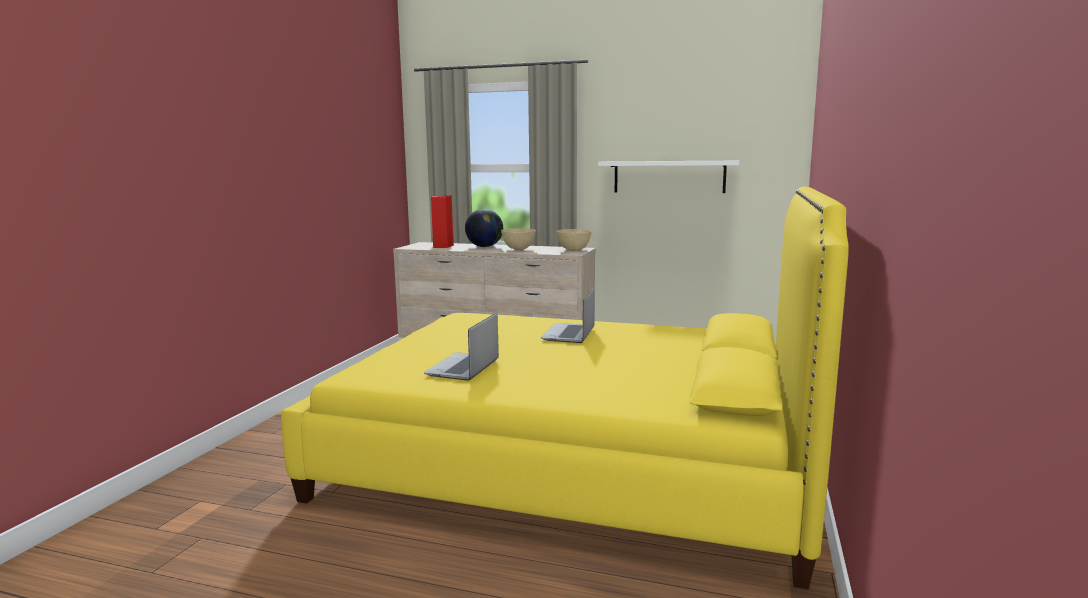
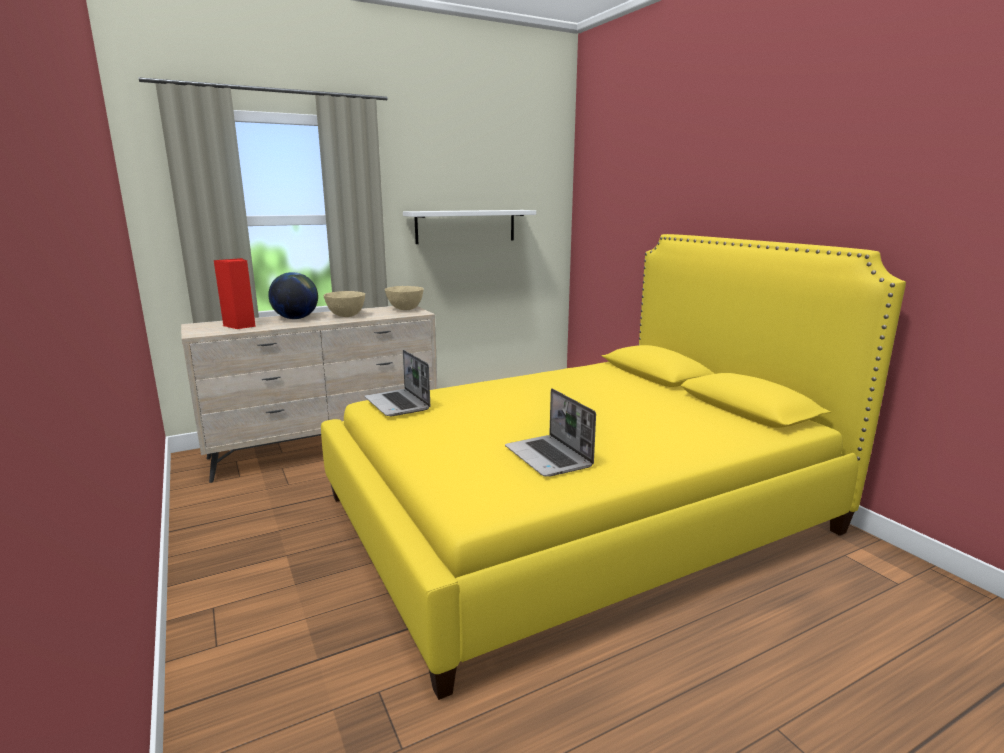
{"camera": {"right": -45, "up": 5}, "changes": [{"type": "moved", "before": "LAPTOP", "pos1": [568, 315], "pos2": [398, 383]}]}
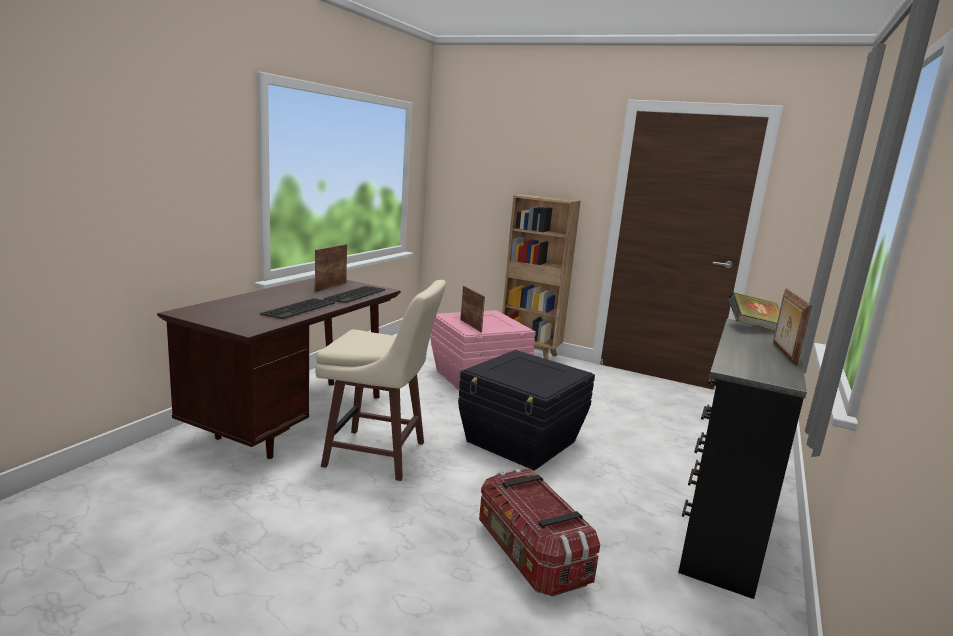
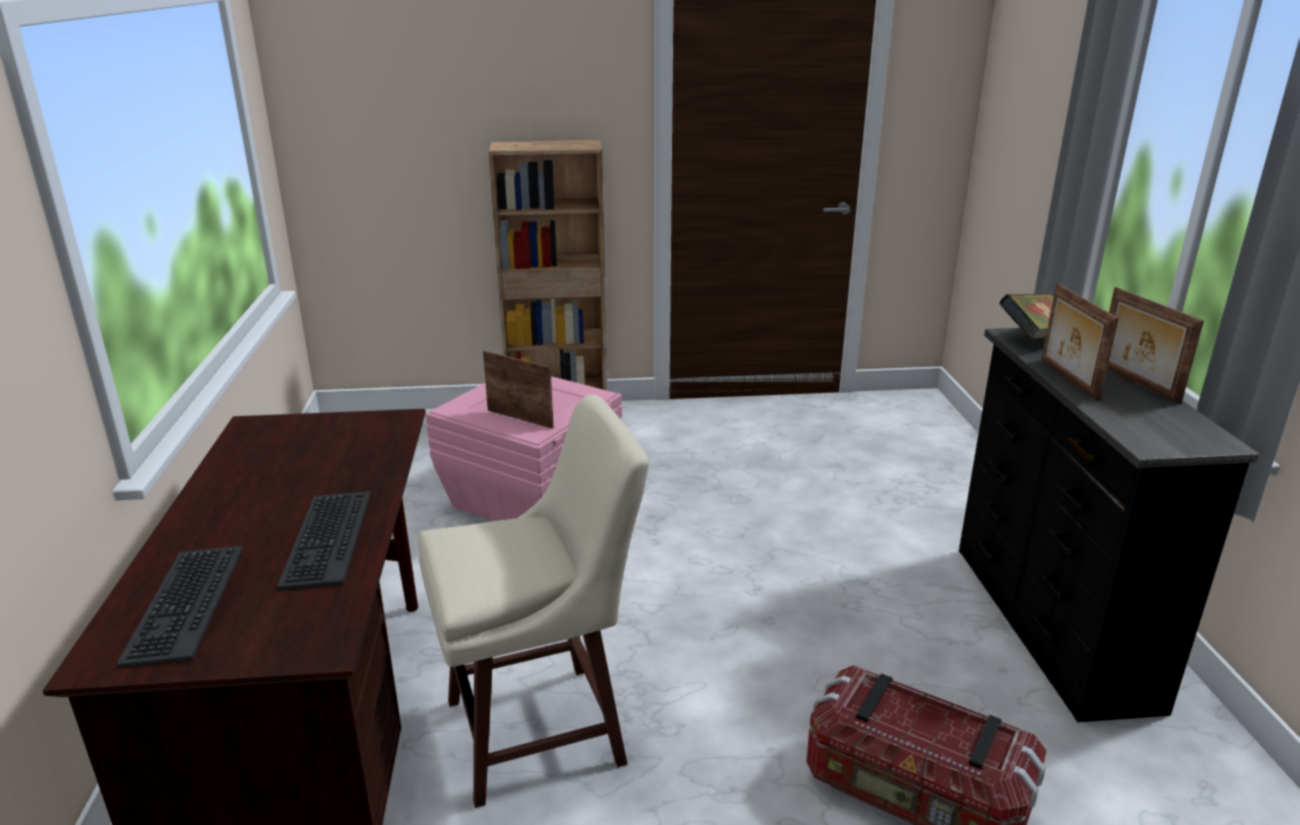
{"camera": {"right": -30, "up": 10}, "changes": [{"type": "moved", "before": "PC KEYBOARD", "pos1": [354, 294], "pos2": [180, 607]}, {"type": "moved", "before": "PICTURE FRAME", "pos1": [331, 268], "pos2": [1080, 342]}, {"type": "removed", "before": "BLACK-COLOURED STORAGE BIN", "pos1": [526, 410]}]}
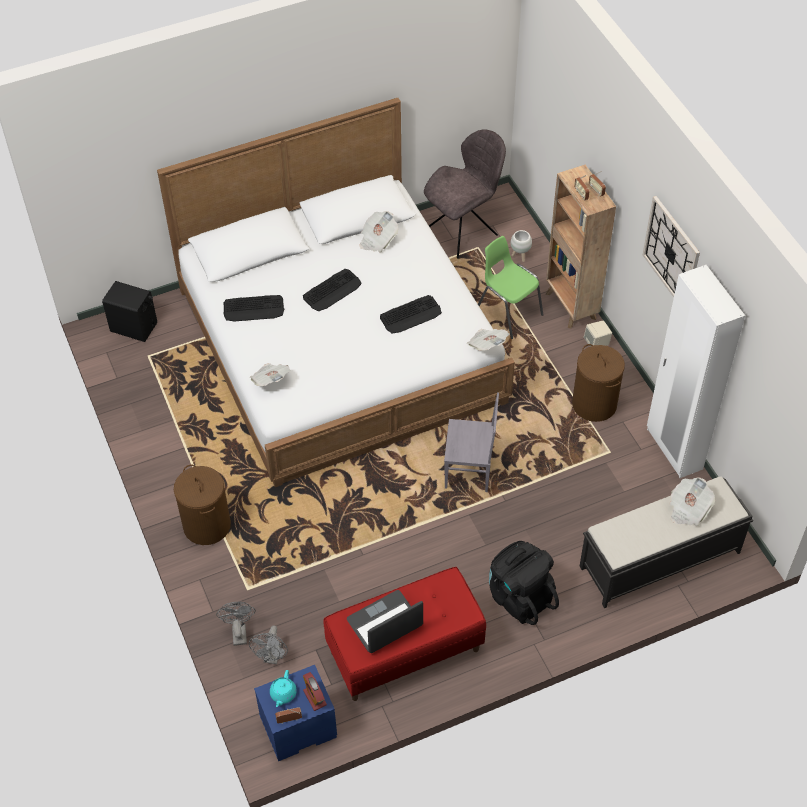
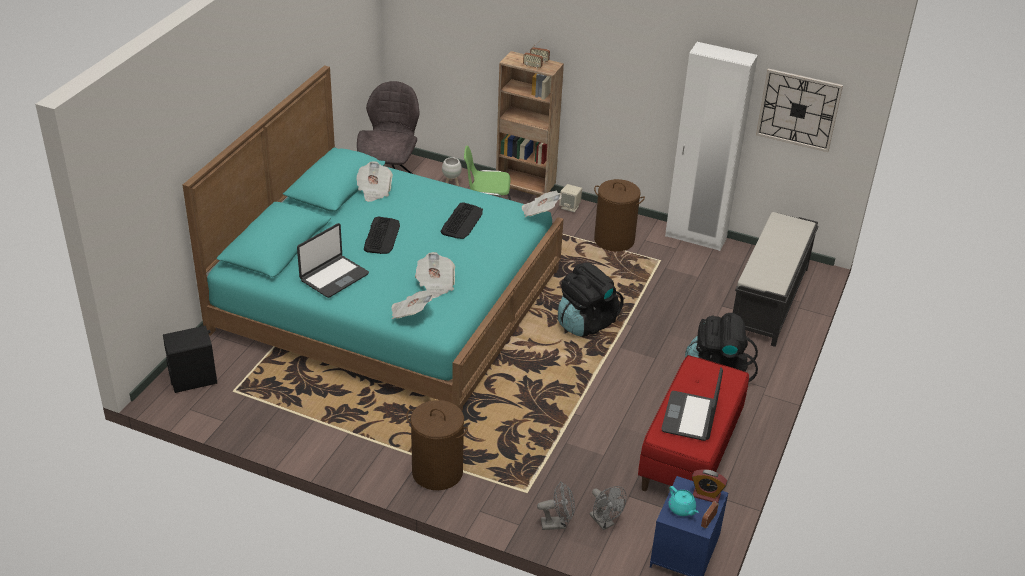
{"camera": {"right": -45, "up": -15}, "changes": [{"type": "recoloured", "before": "WHITE-COLOURED SLEEPING BED", "after": "BLUE-GREEN SLEEPING BED", "pos1": [336, 292], "pos2": [373, 238]}, {"type": "replaced", "before": "PC KEYBOARD", "after": "LAPTOP", "pos1": [254, 308], "pos2": [333, 260]}, {"type": "moved", "before": "NEWSPAPER", "pos1": [692, 501], "pos2": [435, 275]}, {"type": "turned", "before": "GREYISH ELECTRIC FAN", "pos1": [236, 624], "pos2": [556, 506], "turn": 135}, {"type": "replaced", "before": "GREYISH UPRIGHT CHAIR", "after": "BLACK-COLOURED RUCKSACK", "pos1": [471, 442], "pos2": [591, 300]}, {"type": "moved", "before": "WALL CLOCK", "pos1": [671, 246], "pos2": [799, 110]}]}
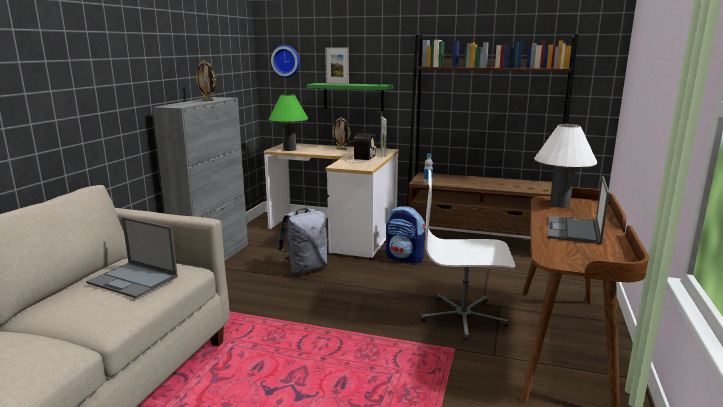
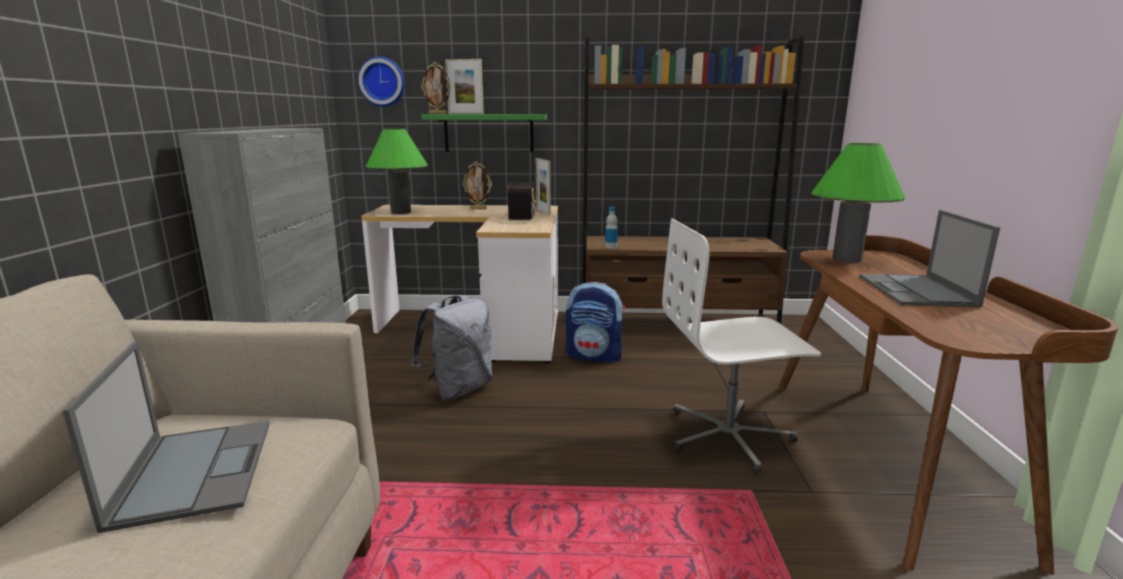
{"camera": {"right": -15, "up": 0}, "changes": [{"type": "turned", "before": "LAPTOP", "pos1": [132, 257], "pos2": [165, 437], "turn": -120}, {"type": "moved", "before": "PICTURE FRAME", "pos1": [205, 80], "pos2": [436, 88]}, {"type": "recoloured", "before": "WHITE-COLOURED TABLETOP LAMP", "after": "GREEN-COLOURED TABLETOP LAMP", "pos1": [565, 166], "pos2": [858, 203]}]}
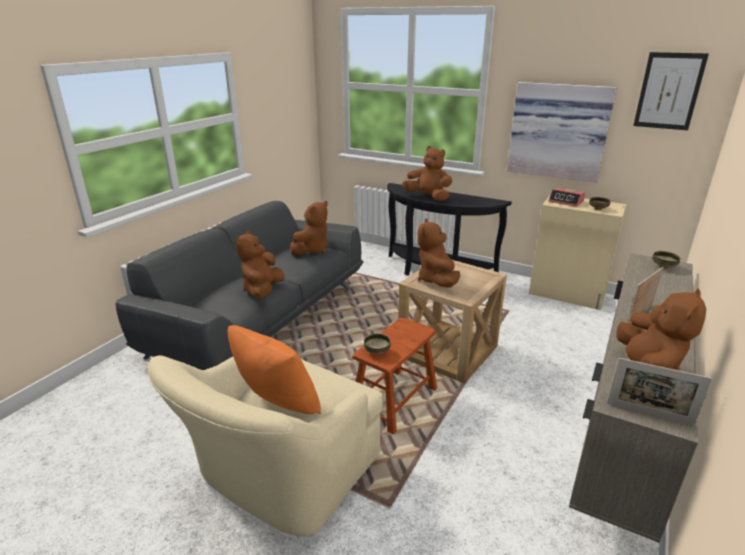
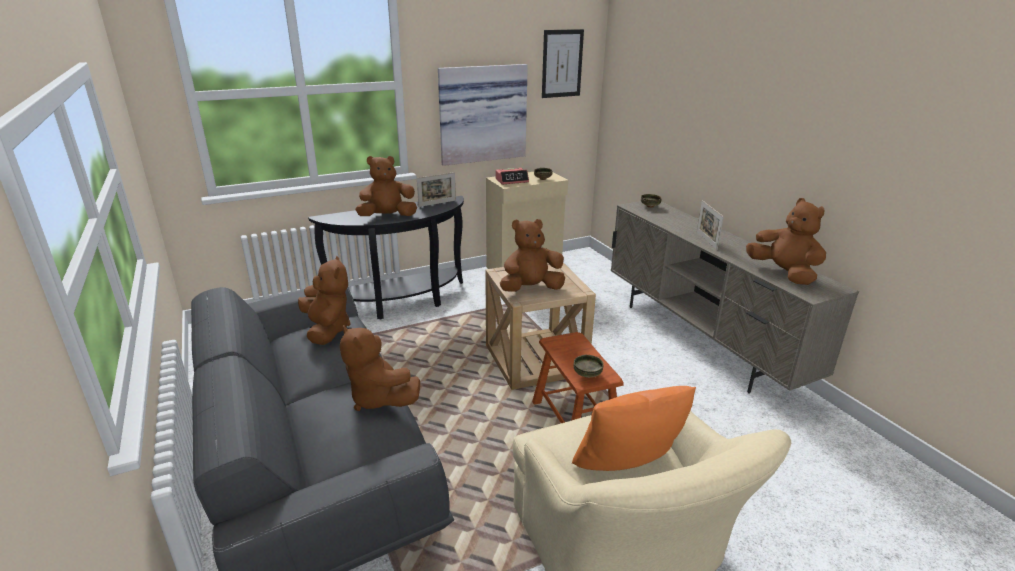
{"camera": {"right": -55, "up": 0}, "changes": [{"type": "moved", "before": "PICTURE FRAME", "pos1": [659, 392], "pos2": [436, 189]}, {"type": "turned", "before": "BROWNISH CUDDLY TOY", "pos1": [438, 253], "pos2": [532, 255], "turn": 120}]}
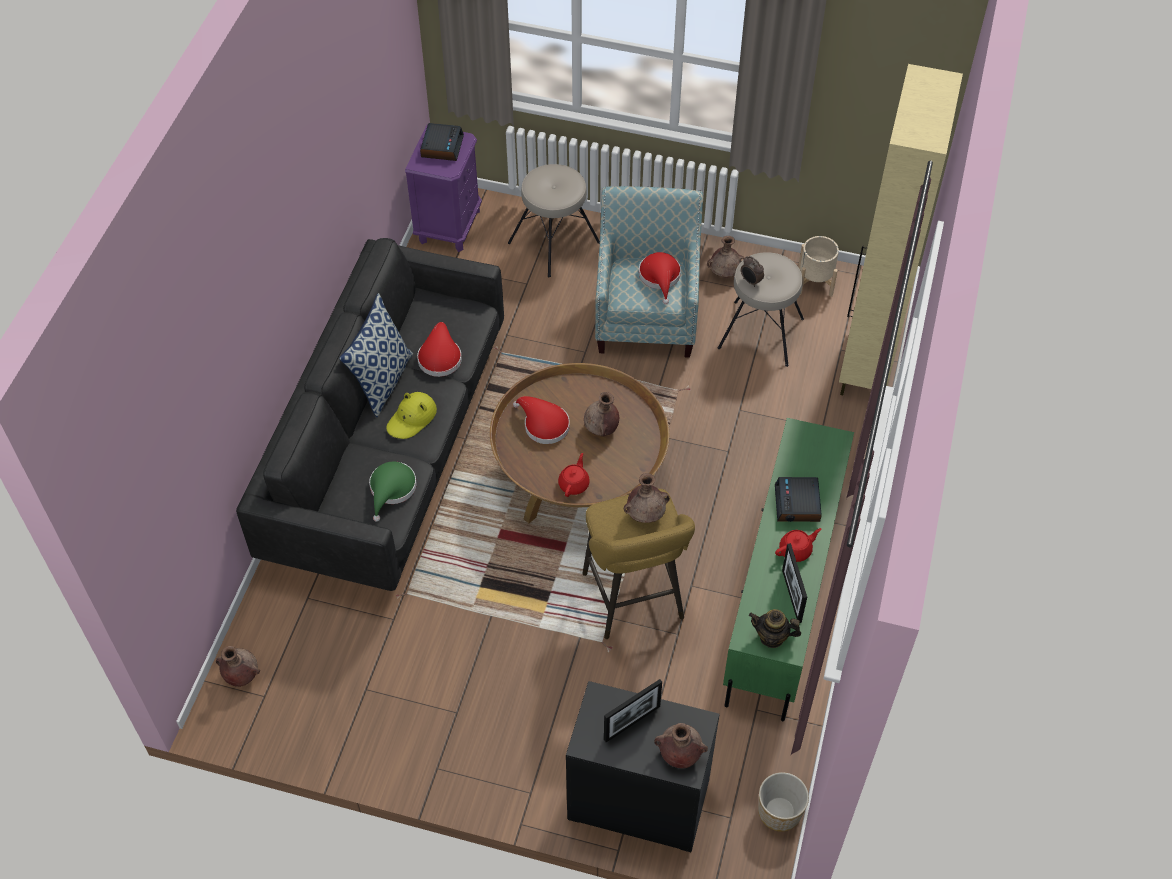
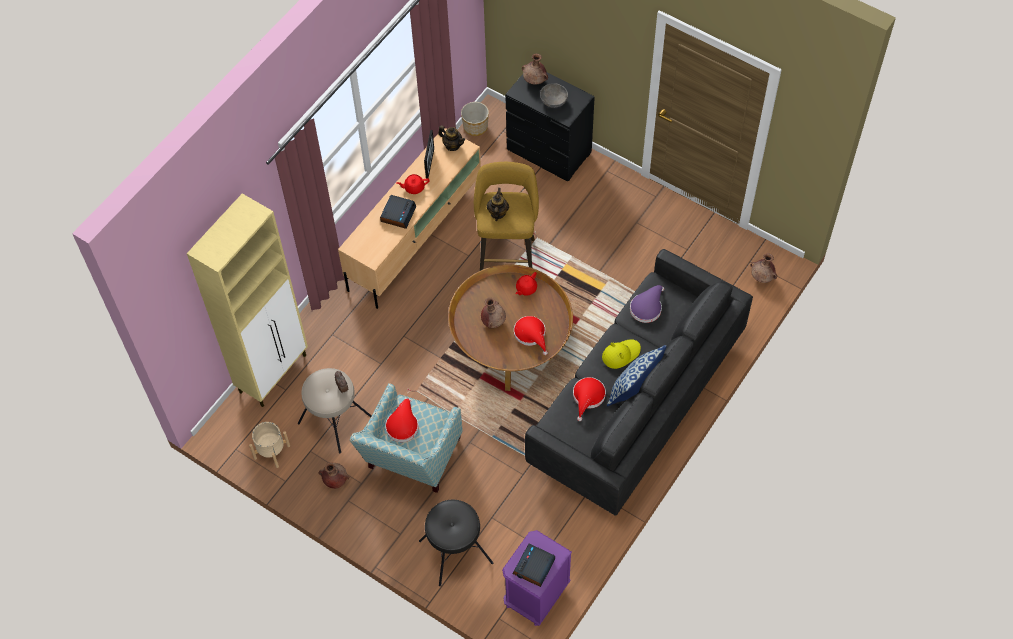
{"camera": {"right": -160, "up": 5}, "changes": [{"type": "recoloured", "before": "GREEN-COLOURED MEDIA CONSOLE", "after": "SAND-COLOURED MEDIA CONSOLE", "pos1": [788, 569], "pos2": [409, 218]}, {"type": "recoloured", "before": "SAND-COLOURED SITTING STOOL", "after": "BLACK-COLOURED SITTING STOOL", "pos1": [554, 220], "pos2": [456, 543]}, {"type": "replaced", "before": "BROWNISH DECORATIVE VASE", "after": "TEAPOT", "pos1": [647, 498], "pos2": [497, 204]}, {"type": "replaced", "before": "PICTURE FRAME", "after": "GREYISH DEEP DISH", "pos1": [633, 710], "pos2": [554, 95]}, {"type": "recoloured", "before": "GREEN-COLOURED HAT", "after": "PURPLE HAT", "pos1": [393, 492], "pos2": [647, 304]}]}
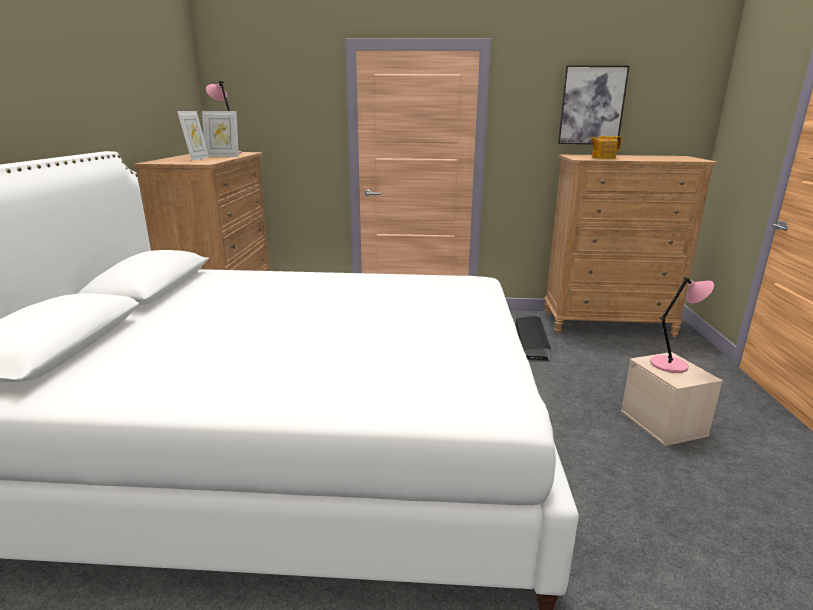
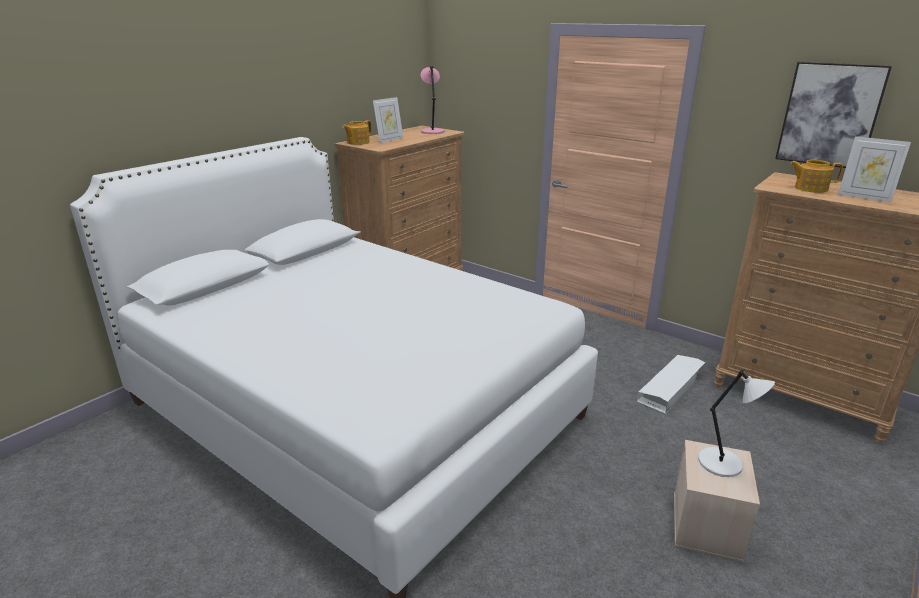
{"camera": {"right": 35, "up": 5}, "changes": [{"type": "added", "after": "TEAPOT", "pos2": [357, 132]}, {"type": "recoloured", "before": "BLACK-COLOURED STORAGE BIN", "after": "WHITE-COLOURED STORAGE BIN", "pos1": [533, 338], "pos2": [671, 384]}, {"type": "recoloured", "before": "PINK TABLETOP LAMP", "after": "WHITE-COLOURED TABLETOP LAMP", "pos1": [682, 325], "pos2": [736, 423]}, {"type": "moved", "before": "PICTURE FRAME", "pos1": [220, 134], "pos2": [874, 169]}]}
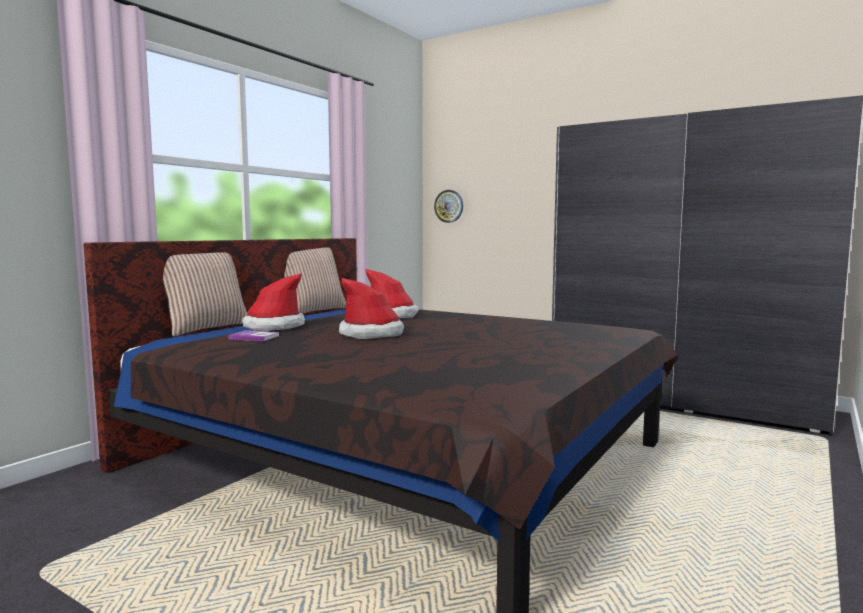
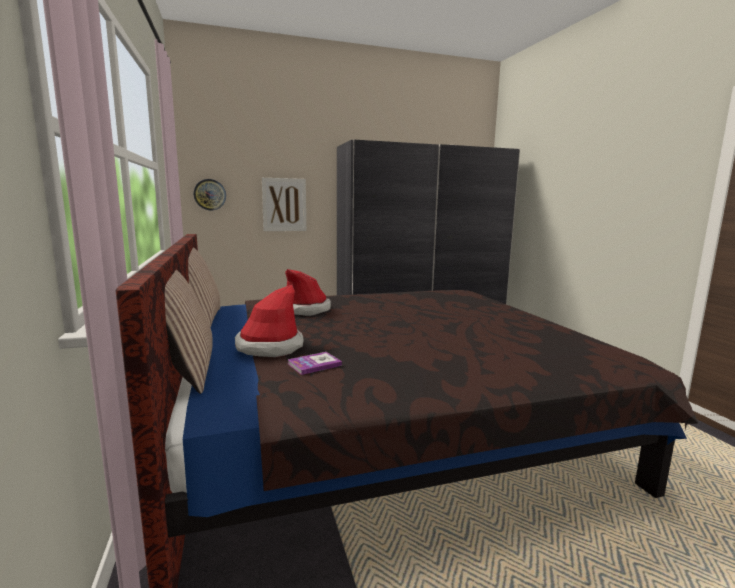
{"camera": {"right": -50, "up": 5}, "changes": [{"type": "added", "after": "WALL ART", "pos2": [284, 204]}, {"type": "removed", "before": "HAT", "pos1": [371, 308]}]}
